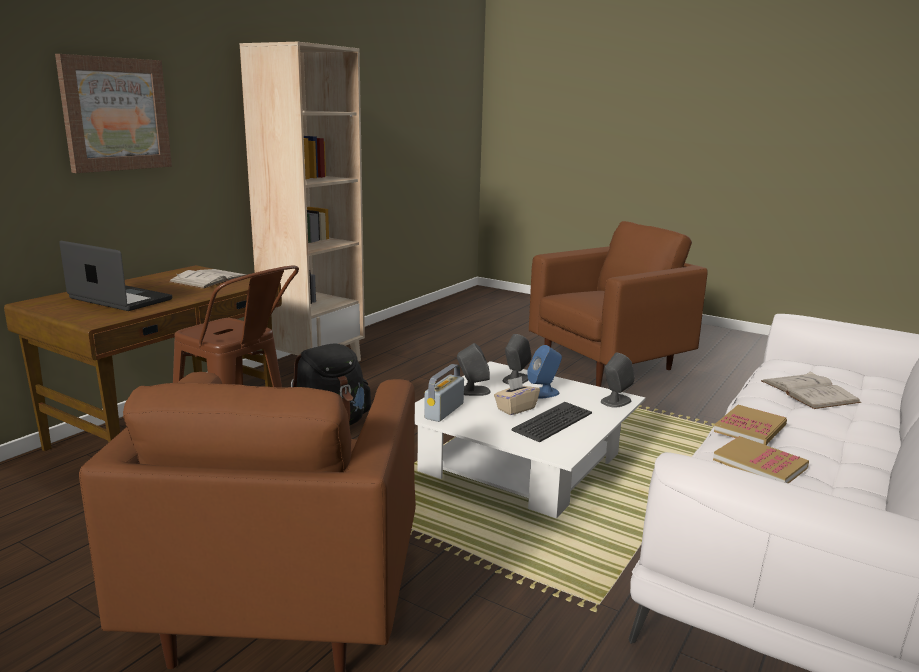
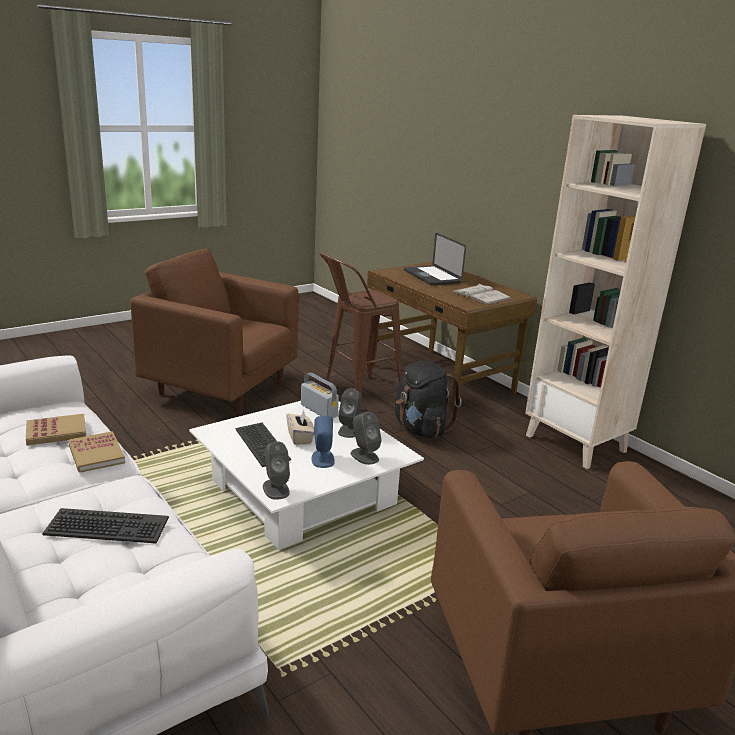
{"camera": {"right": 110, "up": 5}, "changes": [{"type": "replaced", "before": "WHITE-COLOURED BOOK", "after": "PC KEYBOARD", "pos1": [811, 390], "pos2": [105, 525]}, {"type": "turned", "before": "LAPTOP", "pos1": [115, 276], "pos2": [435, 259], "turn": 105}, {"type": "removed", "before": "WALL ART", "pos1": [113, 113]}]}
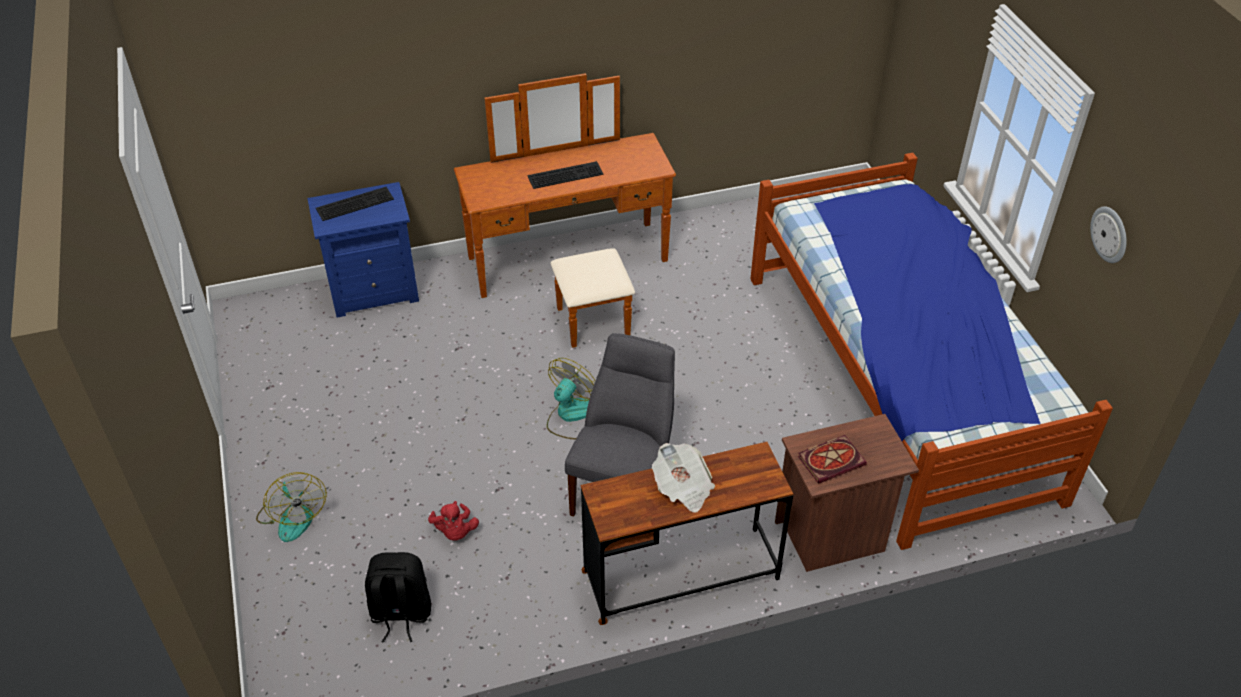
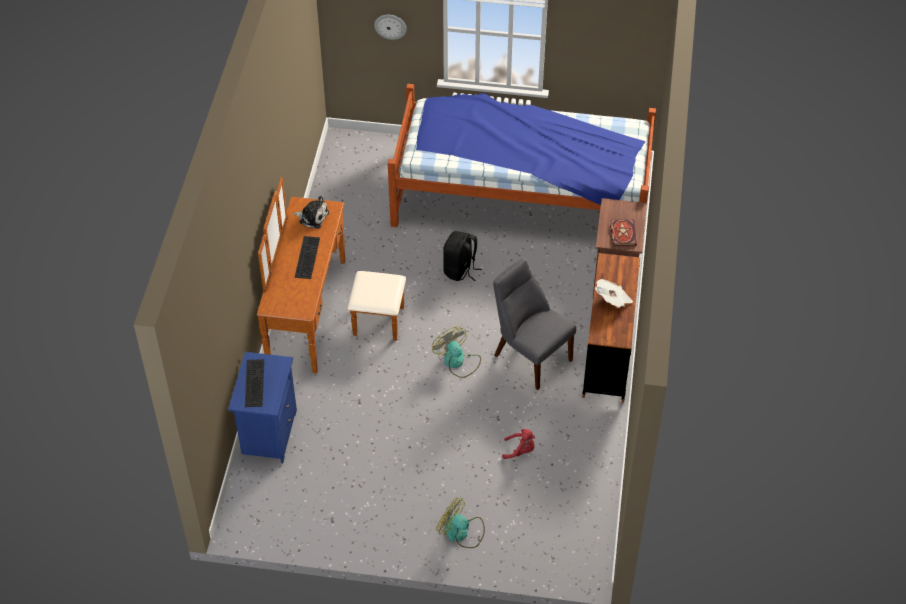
{"camera": {"right": -65, "up": 5}, "changes": [{"type": "added", "after": "CUDDLY TOY", "pos2": [310, 212]}, {"type": "moved", "before": "WALL CLOCK", "pos1": [1108, 234], "pos2": [390, 27]}, {"type": "turned", "before": "ELECTRIC FAN", "pos1": [291, 507], "pos2": [460, 522], "turn": -150}, {"type": "moved", "before": "BLACK-COLOURED RUCKSACK", "pos1": [398, 597], "pos2": [462, 256]}]}
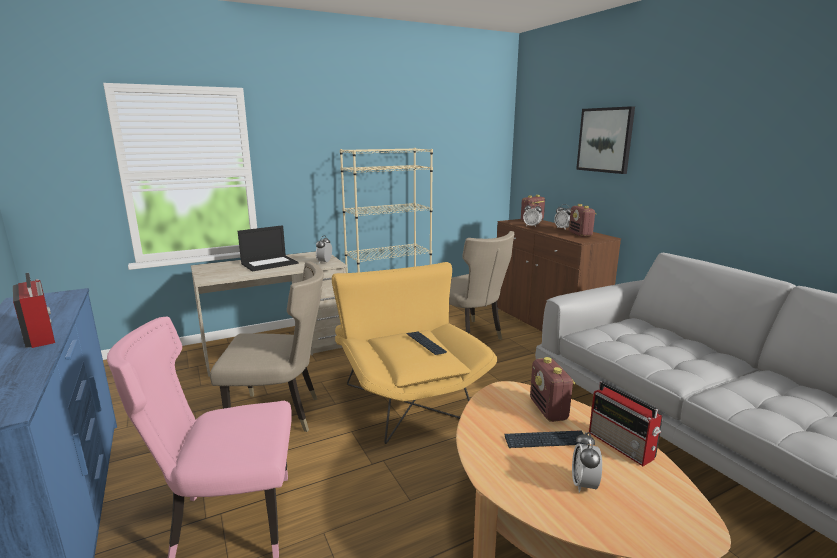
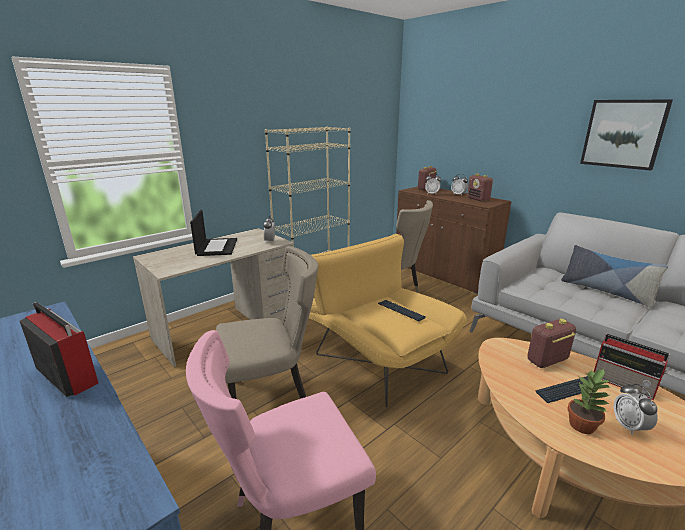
{"camera": {"right": -15, "up": 5}, "changes": [{"type": "turned", "before": "LAPTOP", "pos1": [268, 248], "pos2": [213, 233], "turn": -45}, {"type": "turned", "before": "RADIO", "pos1": [553, 389], "pos2": [551, 343], "turn": 90}, {"type": "added", "after": "CUSHION", "pos2": [614, 276]}, {"type": "added", "after": "PLANT IN A POT", "pos2": [588, 401]}, {"type": "moved", "before": "WALL ART", "pos1": [605, 140], "pos2": [626, 135]}]}
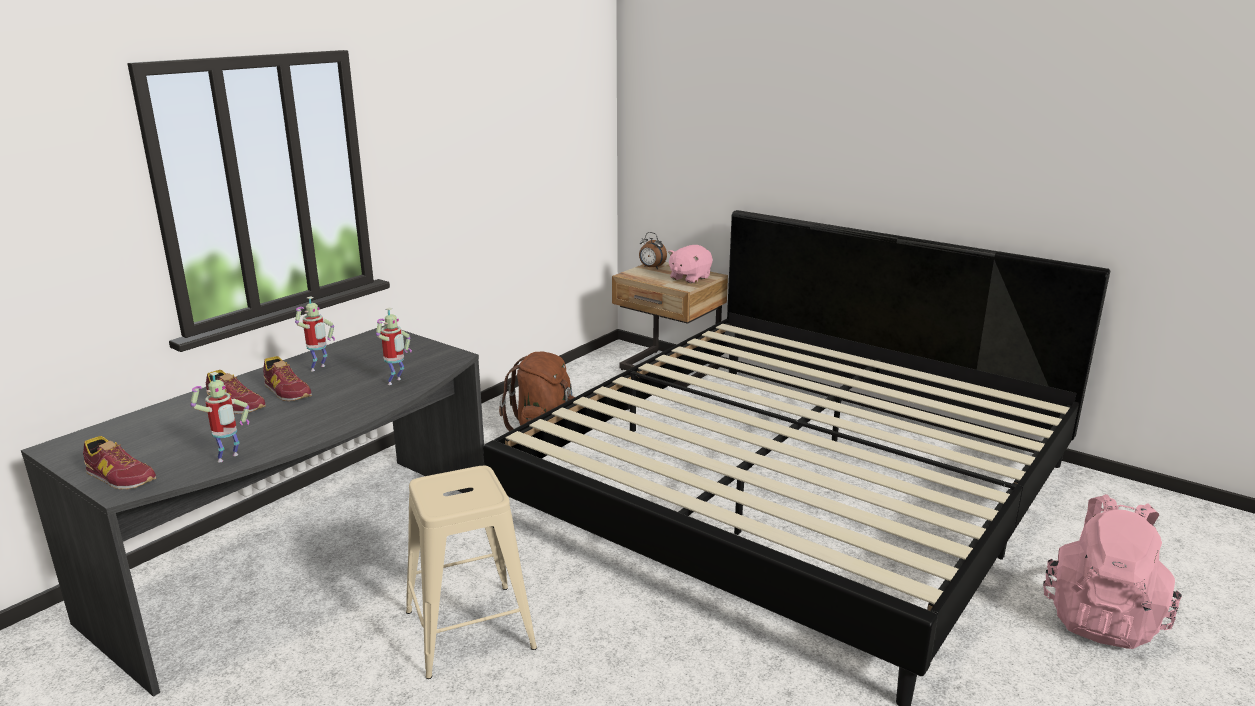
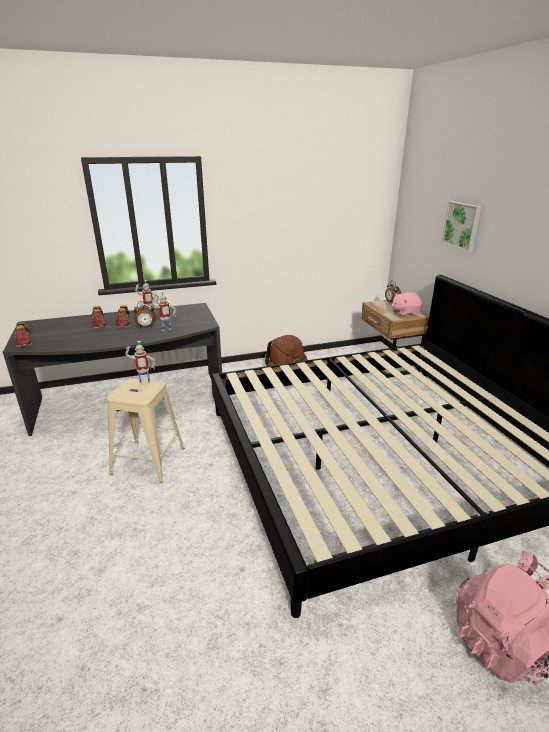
{"camera": {"right": 35, "up": 5}, "changes": [{"type": "moved", "before": "TOY ROBOT", "pos1": [220, 417], "pos2": [140, 362]}, {"type": "added", "after": "ALARM CLOCK", "pos2": [145, 314]}, {"type": "added", "after": "WALL ART", "pos2": [461, 226]}]}
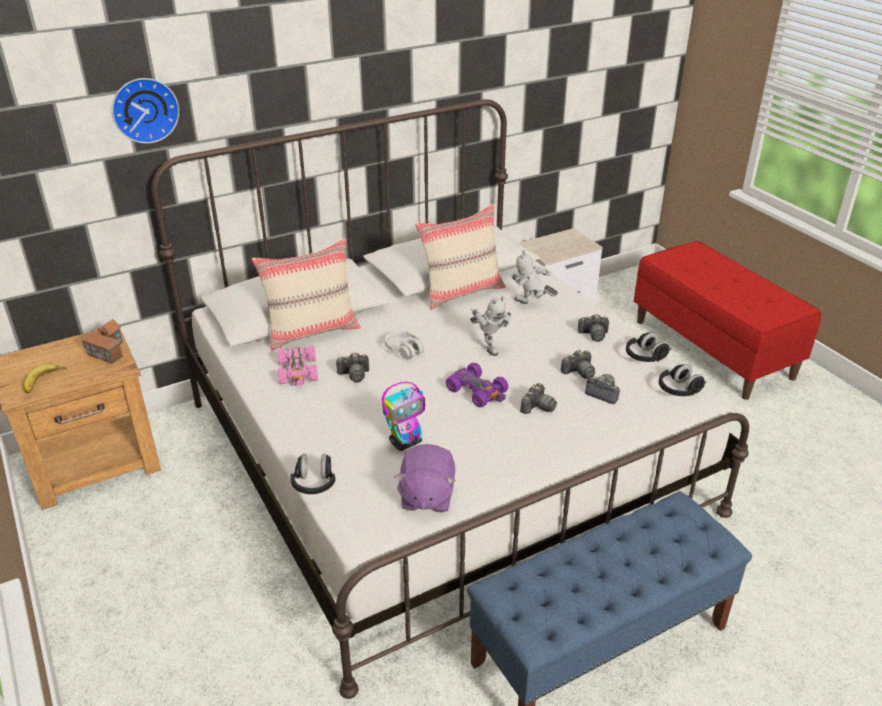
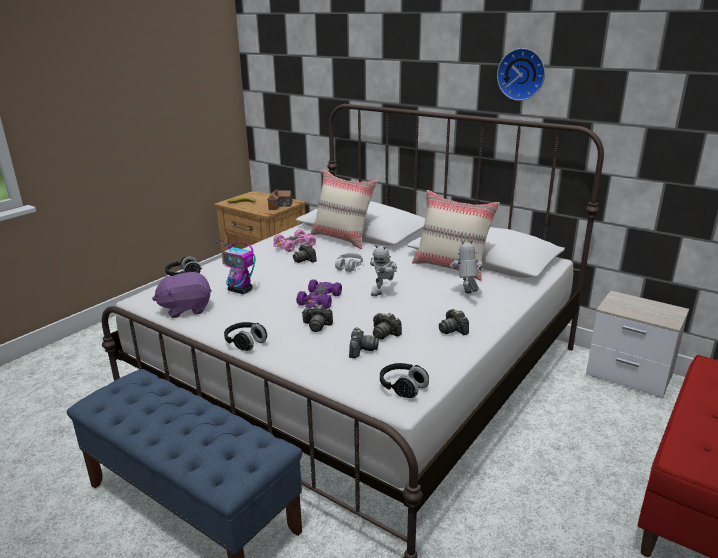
{"camera": {"right": 65, "up": -10}, "changes": [{"type": "moved", "before": "BLACK-COLOURED HEADPHONES", "pos1": [648, 347], "pos2": [245, 336]}, {"type": "moved", "before": "WALL CLOCK", "pos1": [145, 111], "pos2": [521, 74]}]}
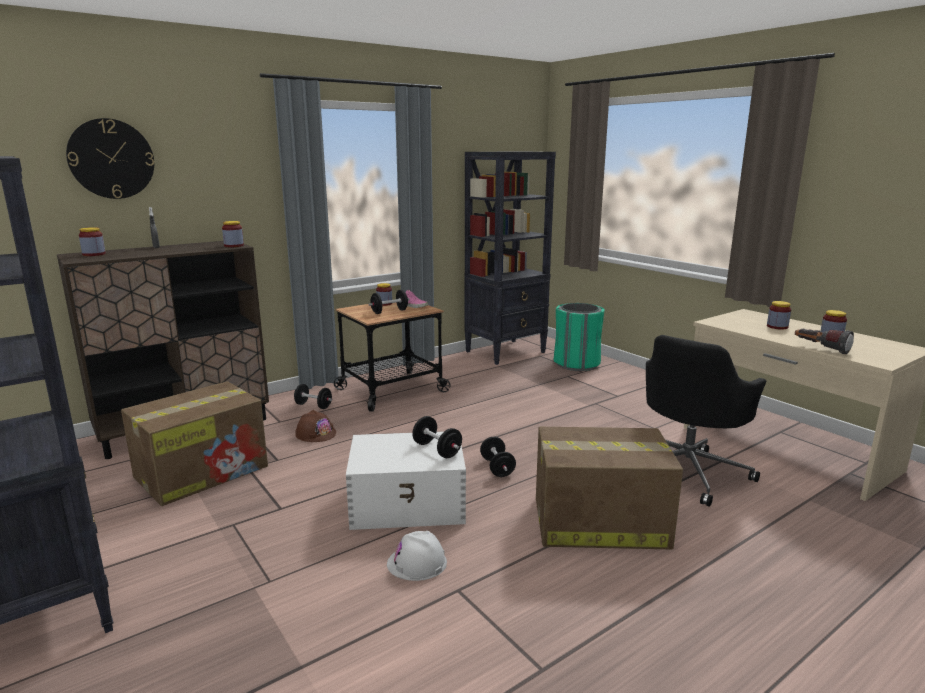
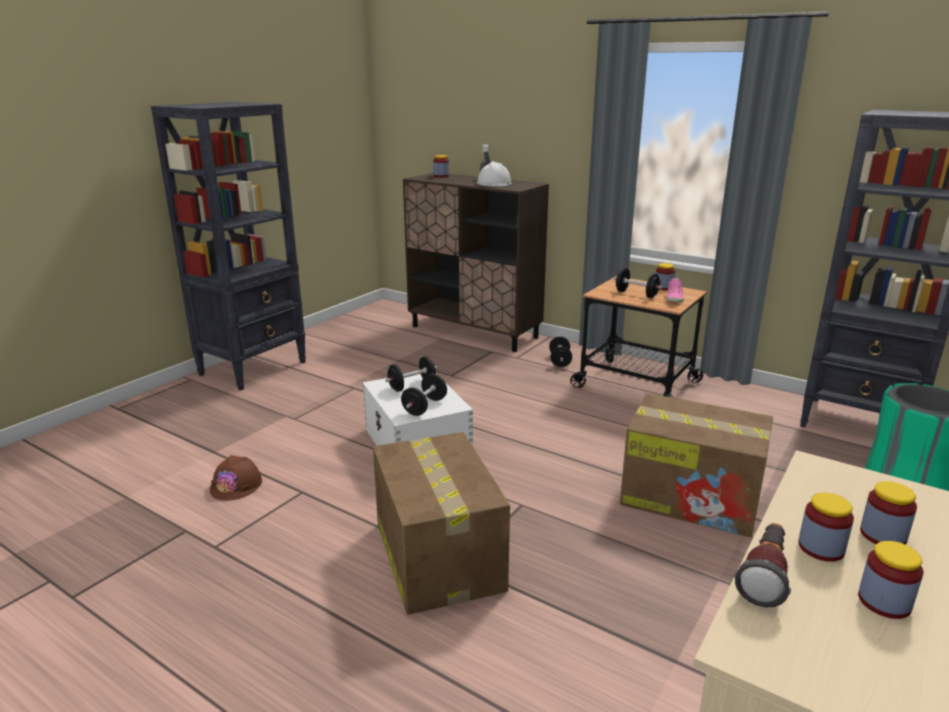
{"camera": {"right": 70, "up": 5}, "changes": [{"type": "moved", "before": "BROWNISH HARD HAT", "pos1": [315, 426], "pos2": [236, 478]}, {"type": "moved", "before": "BLACK-COLOURED HAND WEIGHT", "pos1": [498, 457], "pos2": [411, 374]}, {"type": "moved", "before": "WHITE-COLOURED HARD HAT", "pos1": [417, 556], "pos2": [493, 174]}, {"type": "moved", "before": "CARTON", "pos1": [194, 443], "pos2": [696, 465]}, {"type": "moved", "before": "STORAGE JAR", "pos1": [233, 234], "pos2": [826, 527]}, {"type": "removed", "before": "WALL CLOCK", "pos1": [110, 158]}, {"type": "removed", "before": "BLACK-COLOURED DESK CHAIR", "pos1": [706, 421]}]}
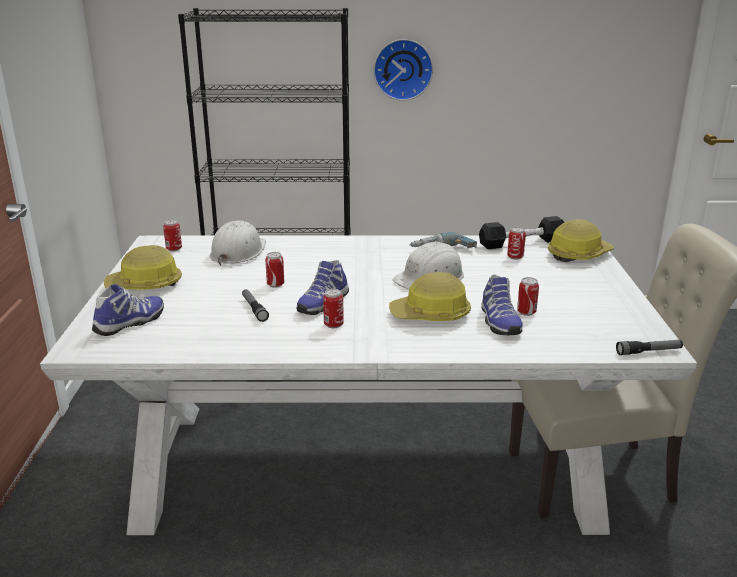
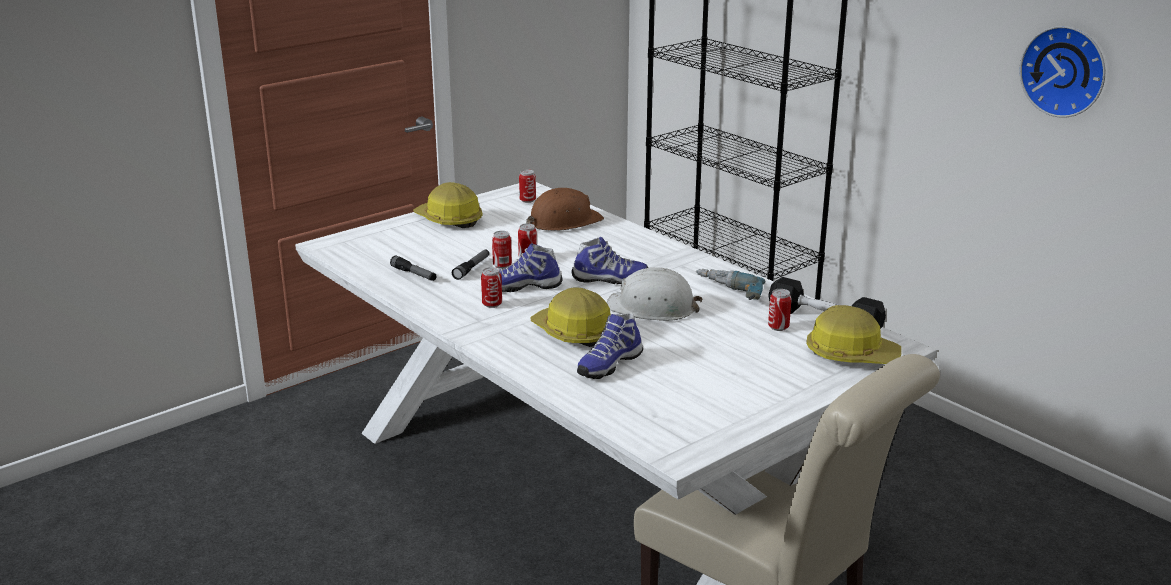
{"camera": {"right": 50, "up": 0}, "changes": [{"type": "moved", "before": "HAND TORCH", "pos1": [649, 347], "pos2": [413, 268]}, {"type": "moved", "before": "METAL CAN", "pos1": [528, 296], "pos2": [502, 250]}, {"type": "recoloured", "before": "WHITE-COLOURED HARD HAT", "after": "BROWNISH HARD HAT", "pos1": [238, 243], "pos2": [565, 209]}, {"type": "moved", "before": "ITEM OF FOOTWEAR", "pos1": [128, 310], "pos2": [609, 260]}, {"type": "moved", "before": "WALL CLOCK", "pos1": [403, 70], "pos2": [1062, 72]}]}
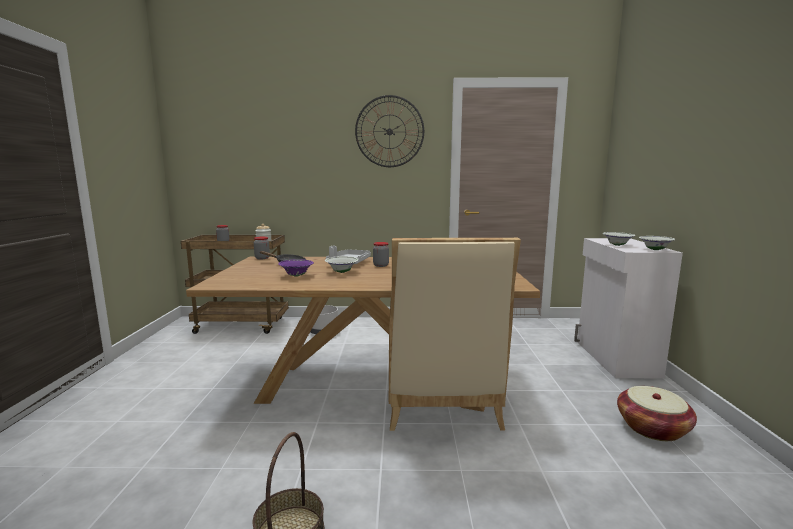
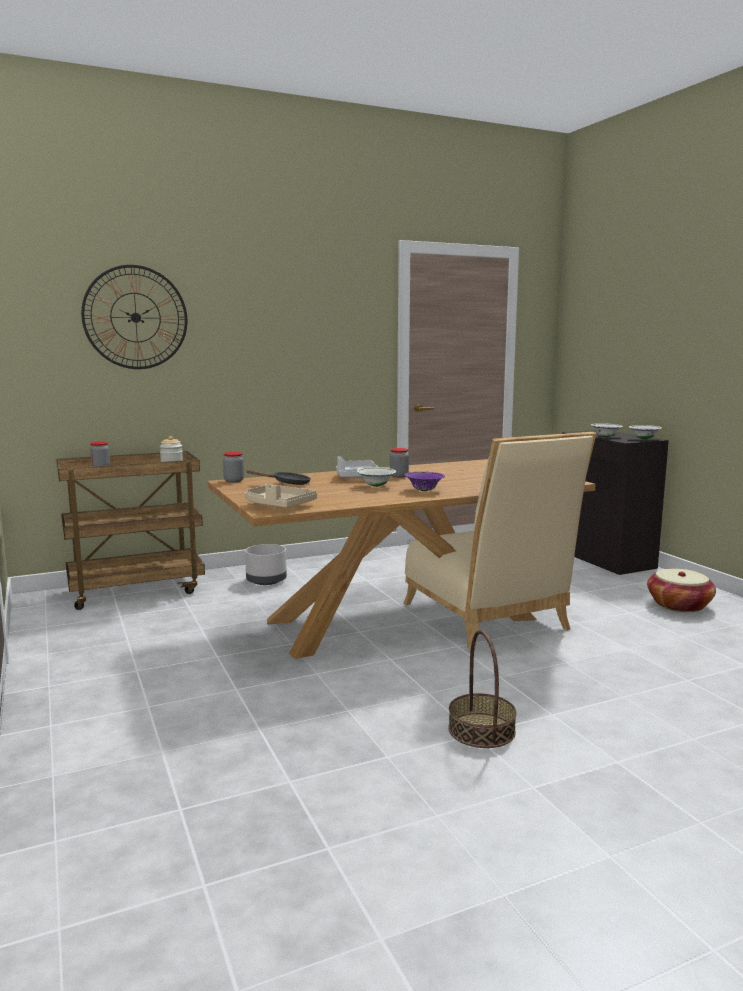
{"camera": {"right": -25, "up": 0}, "changes": [{"type": "moved", "before": "WALL CLOCK", "pos1": [389, 131], "pos2": [134, 317]}, {"type": "added", "after": "SAND-COLOURED CARRYING TRAY", "pos2": [281, 496]}, {"type": "moved", "before": "PURPLE DEEP DISH", "pos1": [296, 268], "pos2": [424, 481]}, {"type": "recoloured", "before": "WHITE-COLOURED CUPBOARD", "after": "BLACK-COLOURED CUPBOARD", "pos1": [628, 308], "pos2": [615, 502]}]}
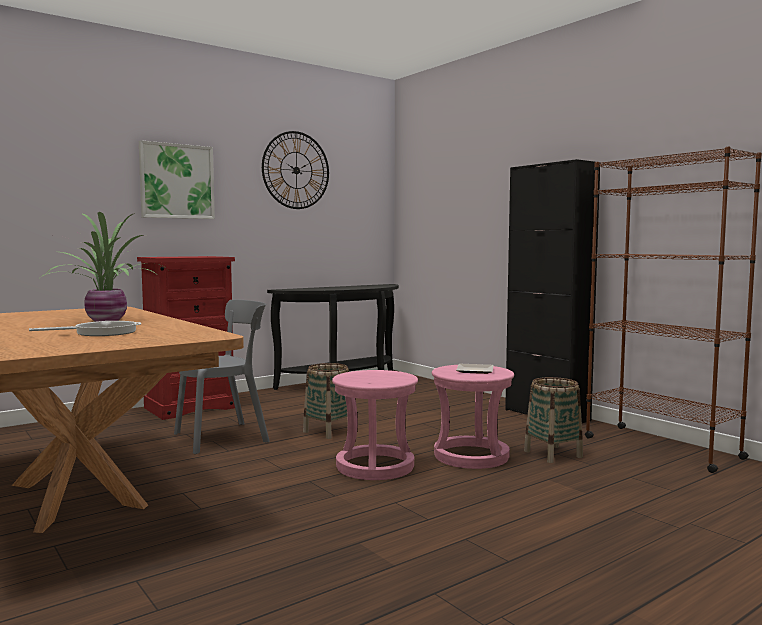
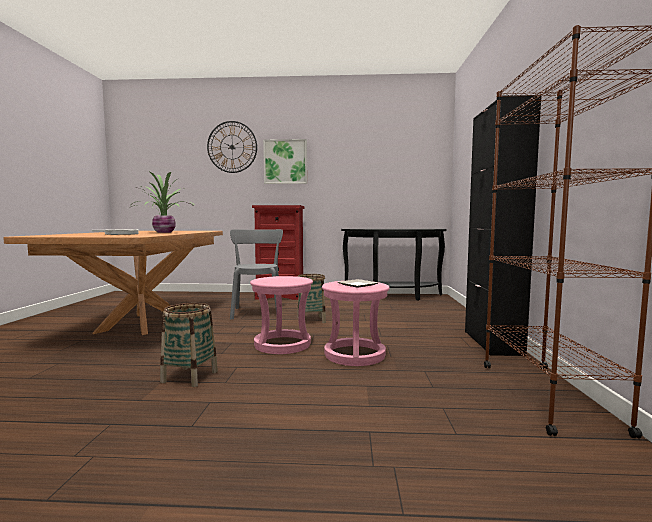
{"camera": {"right": 40, "up": 0}, "changes": [{"type": "moved", "before": "STORAGE BASKET", "pos1": [553, 420], "pos2": [189, 345]}, {"type": "moved", "before": "WALL CLOCK", "pos1": [295, 170], "pos2": [232, 147]}, {"type": "turned", "before": "GREYISH UPRIGHT CHAIR", "pos1": [222, 376], "pos2": [256, 274], "turn": -105}]}
